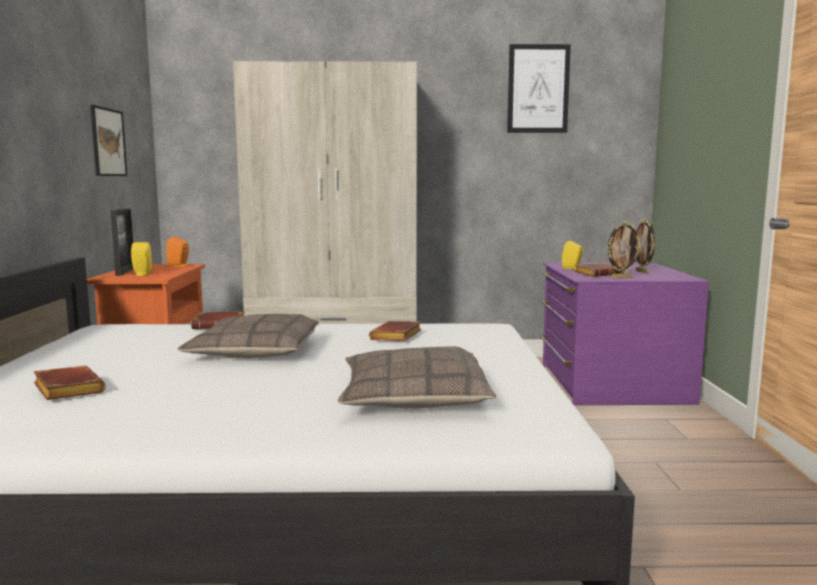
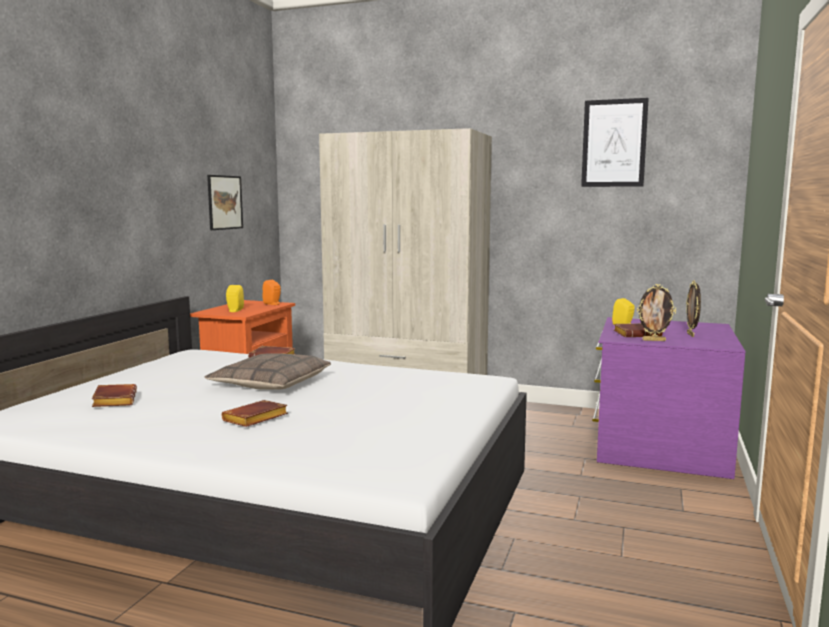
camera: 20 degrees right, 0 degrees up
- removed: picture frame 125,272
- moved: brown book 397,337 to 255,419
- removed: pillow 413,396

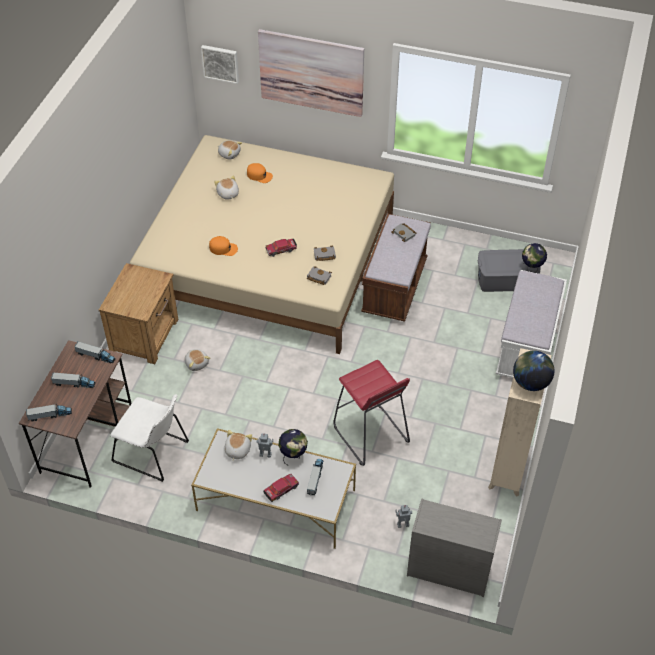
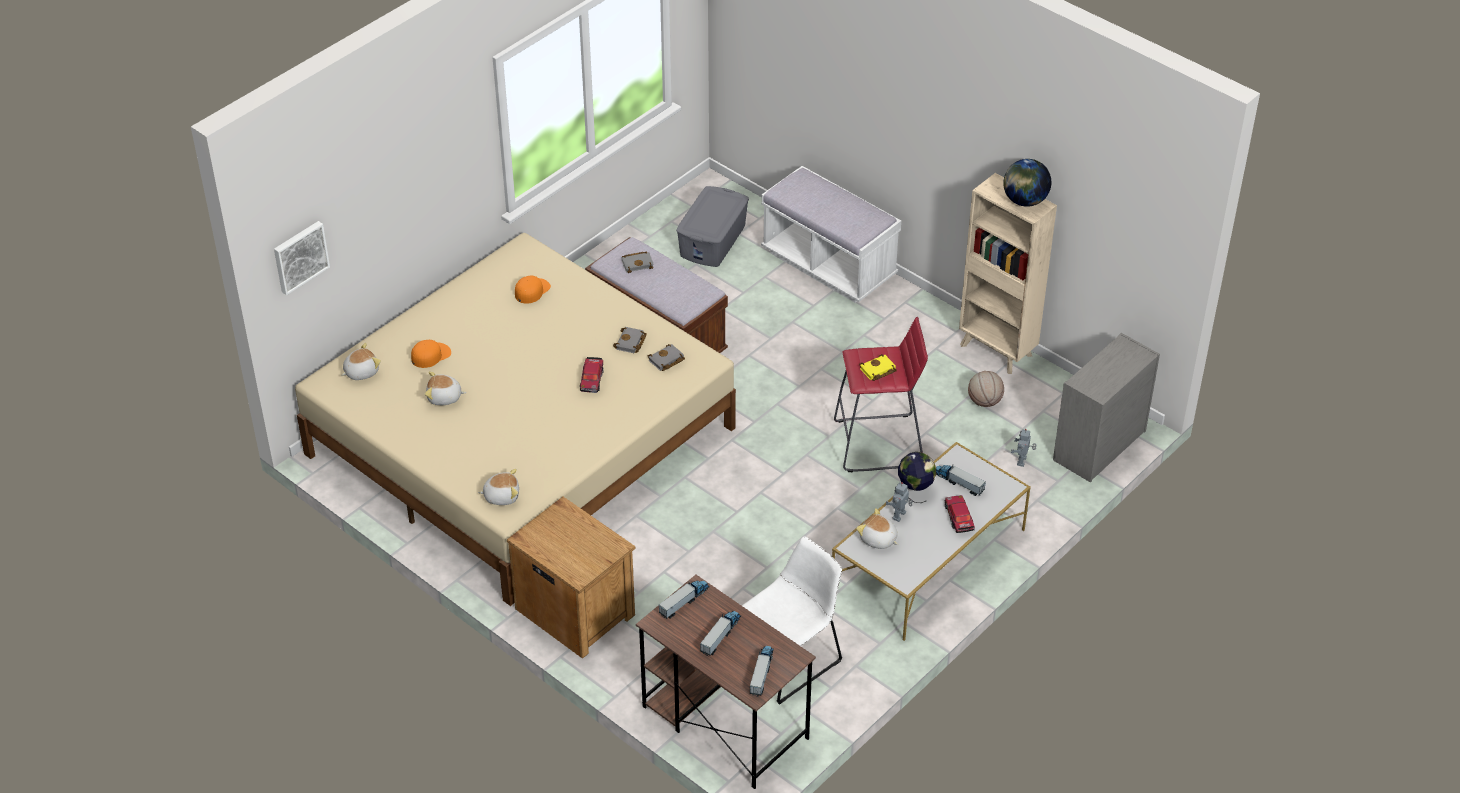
camera: 65 degrees left, 5 degrees down
- removed: picture 311,72
- moved: orange cap 223,248 to 532,291
- removed: globe 531,268
- moved: plush toy 197,363 to 501,495
- added: yellow book 877,371
- added: basketball 984,401

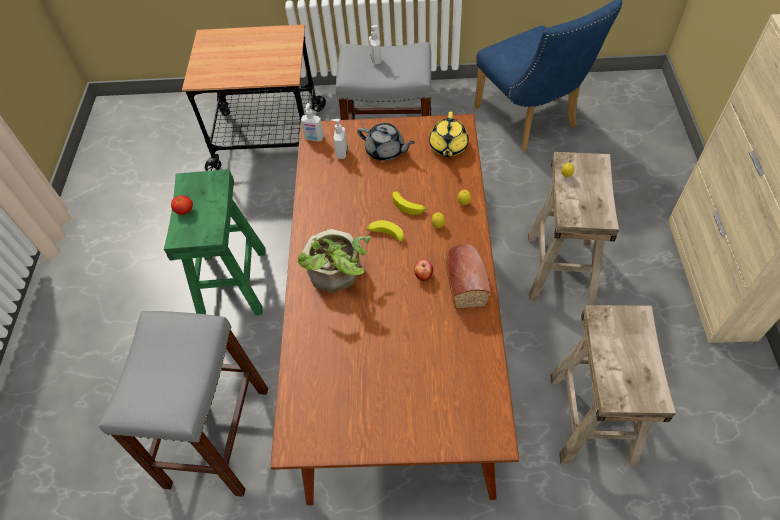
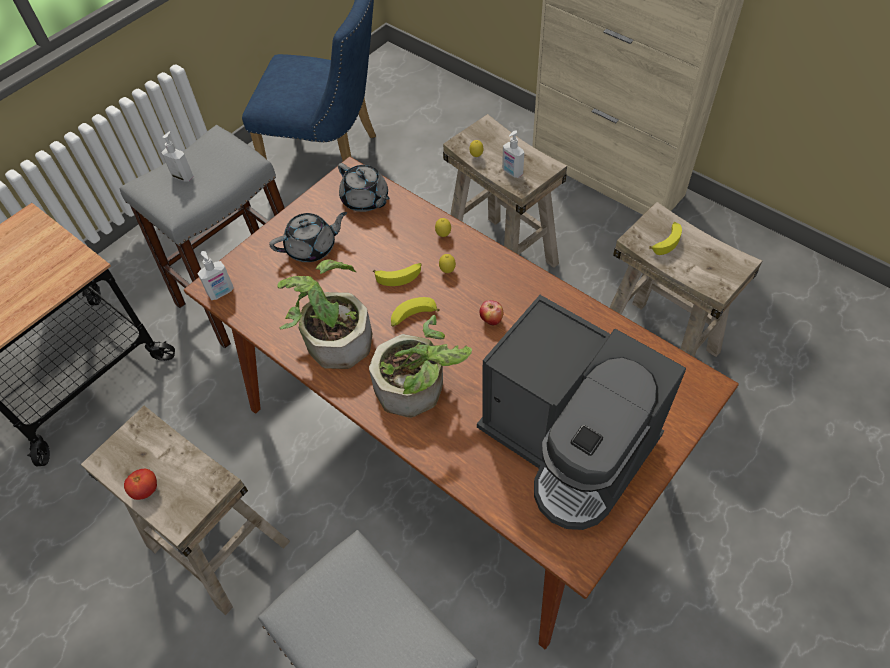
camera: 50 degrees left, 0 degrees up
- recoloured: yellow teapot 448,147 to grey teapot 365,200
- moved: soap dispenser 341,153 to 512,172
- recoloured: green stool 232,282 to beige stool 216,544
- removed: bread 464,280
- added: banana 666,241
- added: potted plant 333,336
- added: coffee machine 568,444

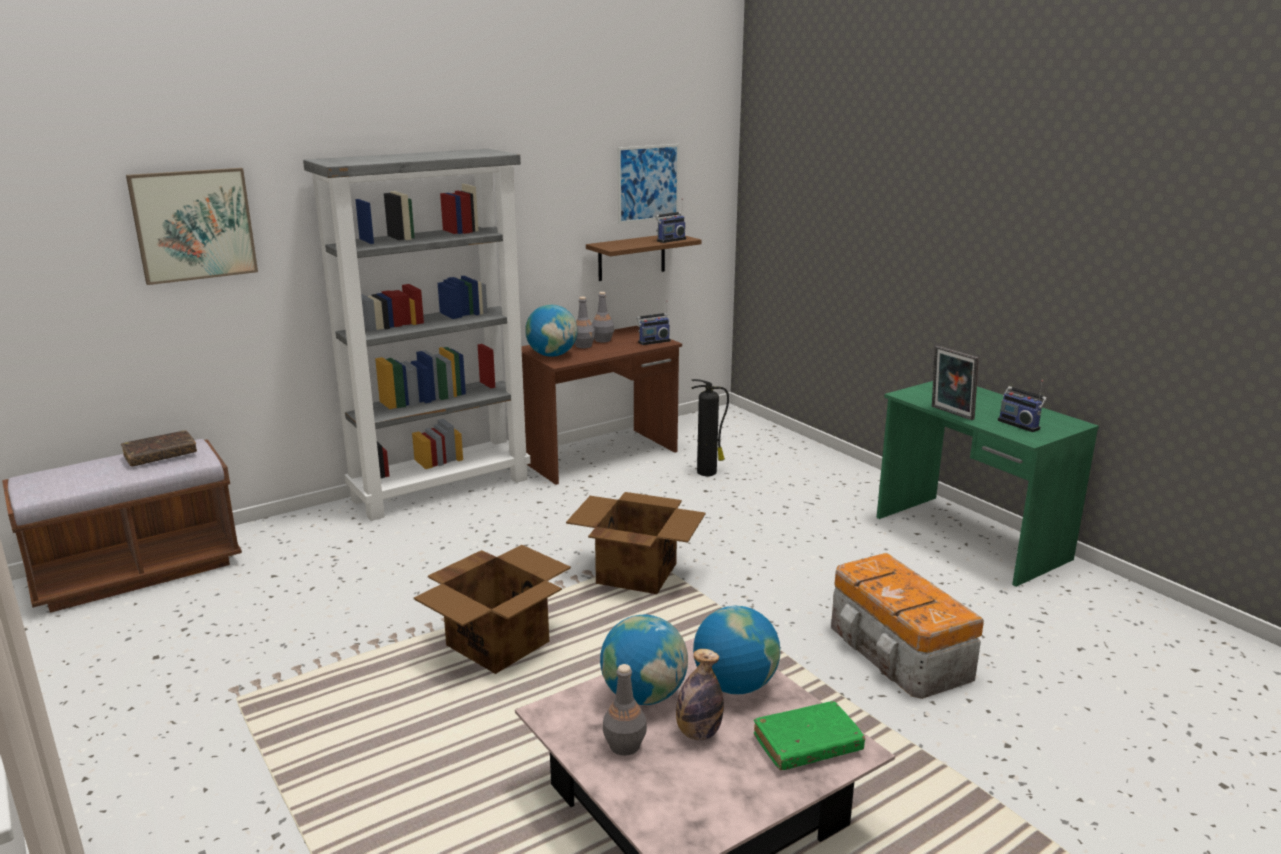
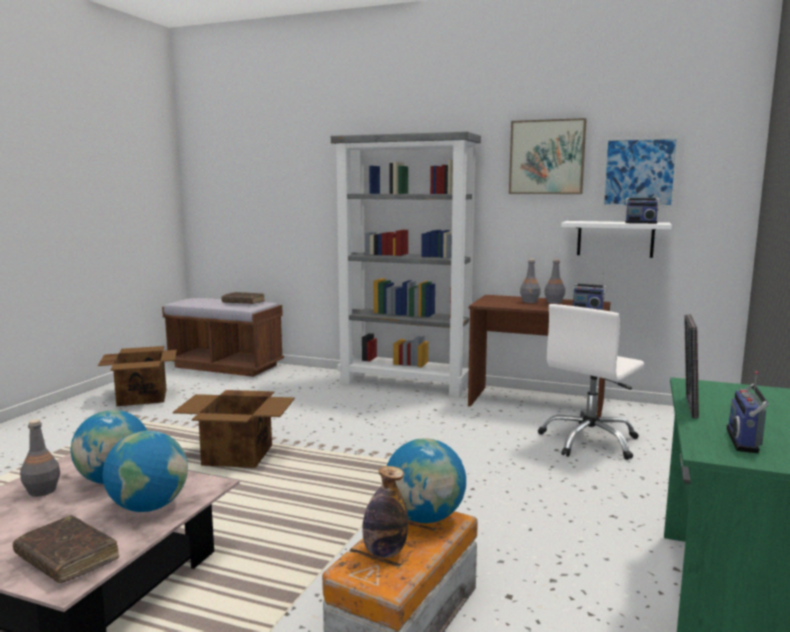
camera: 55 degrees right, 10 degrees down
- moved: picture 194,225 to 546,157
- recoloured: brown shelf 631,257 to white shelf 615,239
- moved: globe 552,355 to 425,517
- replaced: fire extinguisher 708,472 to white office chair 590,441
- moved: cardboard box 635,573 to 142,397
- moved: bottle 698,733 to 384,552
- recoloured: green book 807,745 to brown book 67,558

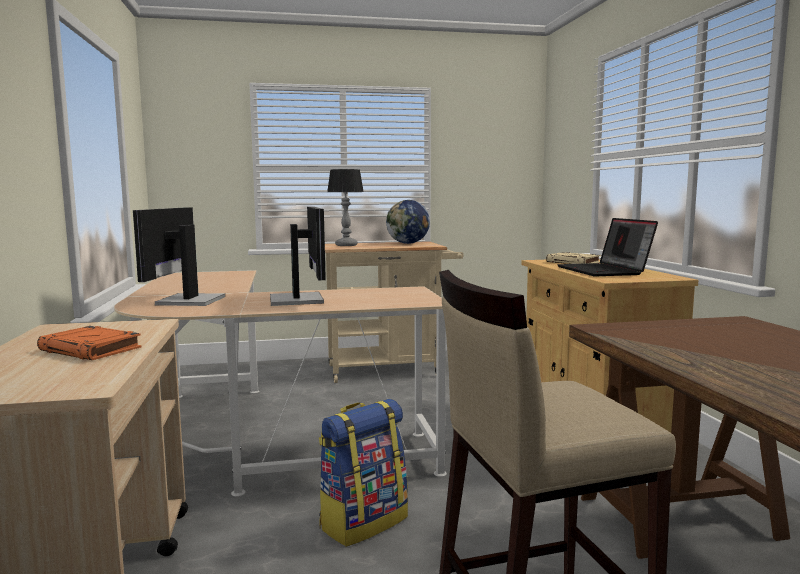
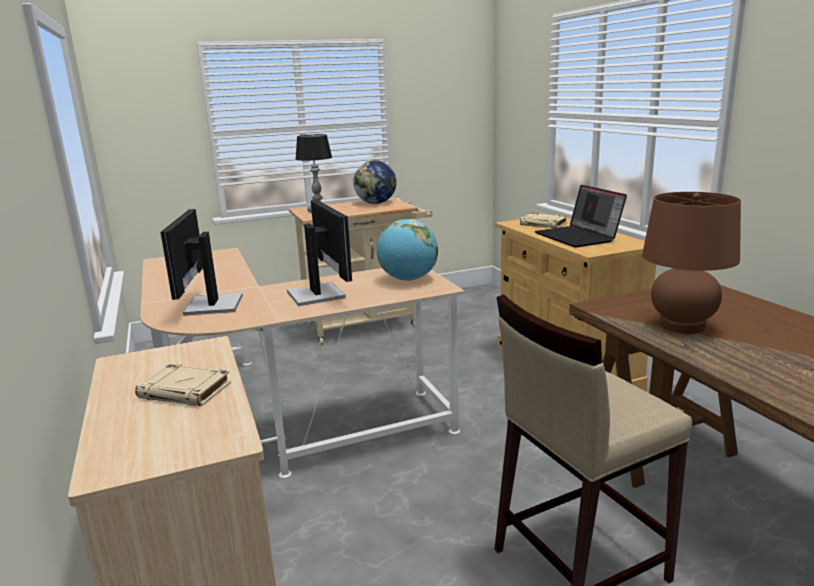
camera: 10 degrees left, 10 degrees up
- recoloured: orange book 91,349 to beige book 186,391
- removed: backpack 363,522
- added: brown table lamp 682,325
- added: globe 408,279

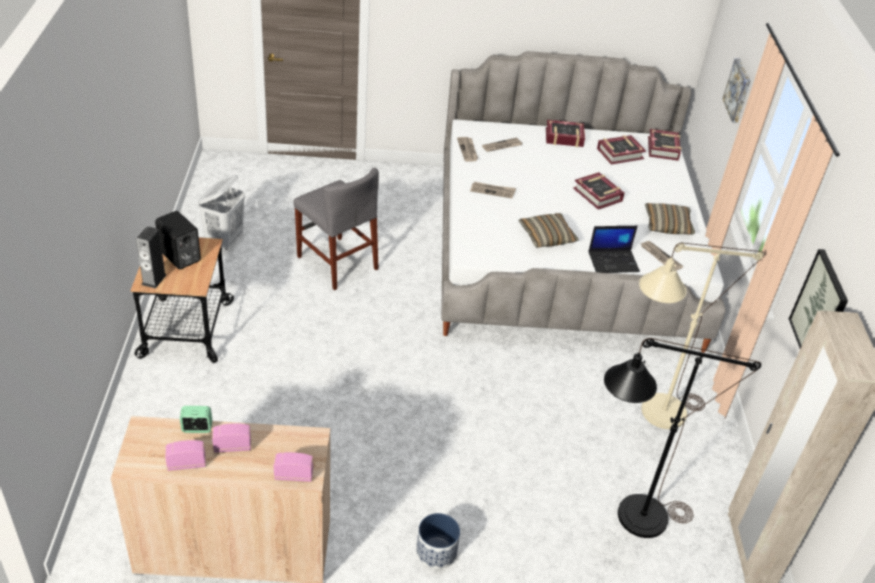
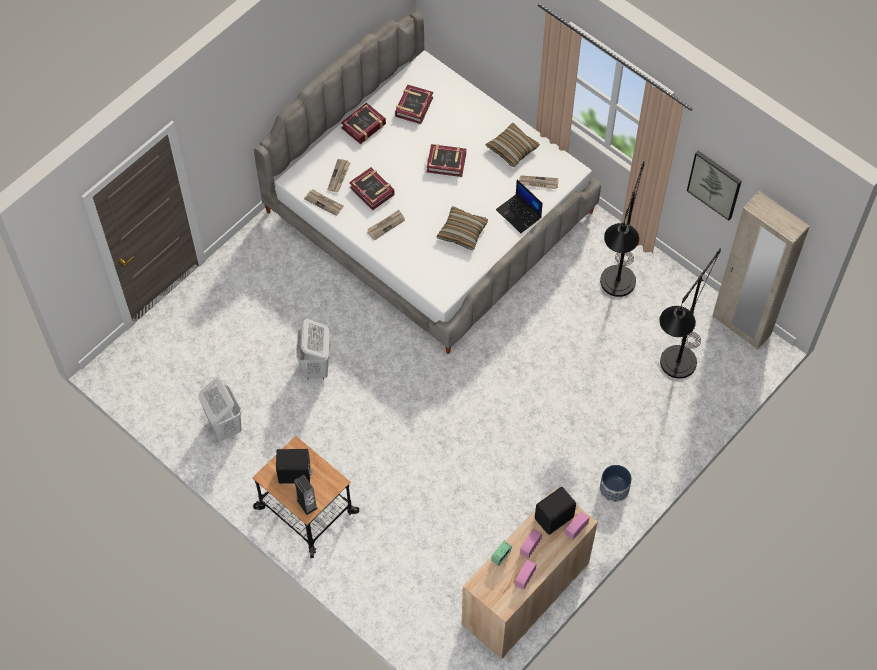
camera: 45 degrees left, 20 degrees up
- removed: picture 738,90
- moved: book 663,149 to 372,191
- replaced: grey chair 337,263 to white laundry basket 316,367
- turned: laptop 613,261 = 519,214 105 degrees clockwise
- recoloured: beige floor lamp 652,415 to black floor lamp 615,290
- added: black speaker 555,518

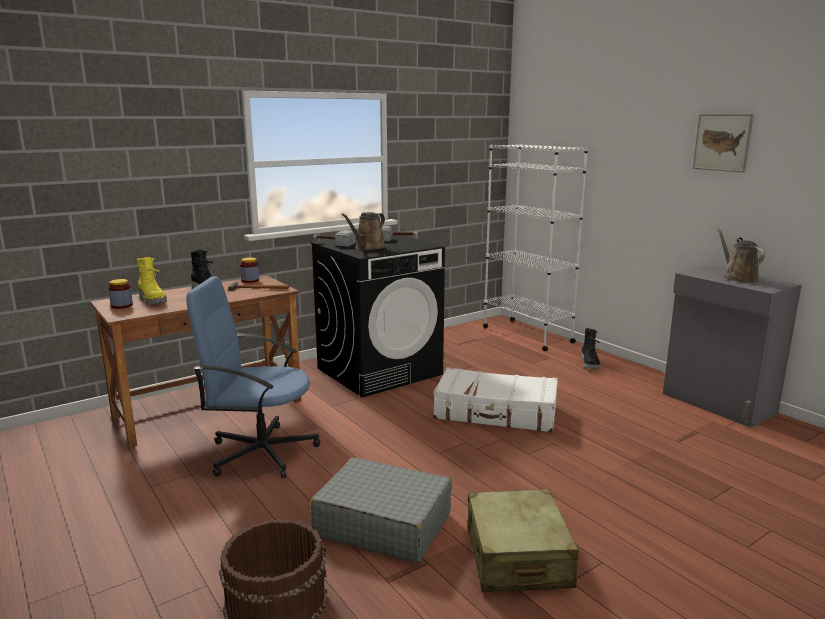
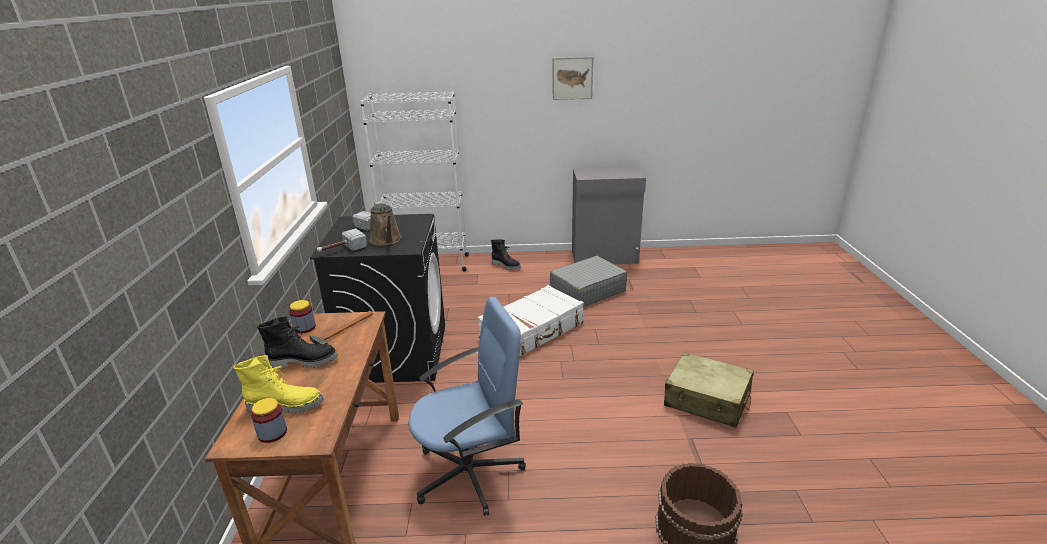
camera: 55 degrees left, 10 degrees up
- removed: brown watering can 738,277
- turned: blue office chair 261,452 = 470,473 150 degrees counterclockwise
- moved: grey suitcase 383,524 to 587,291

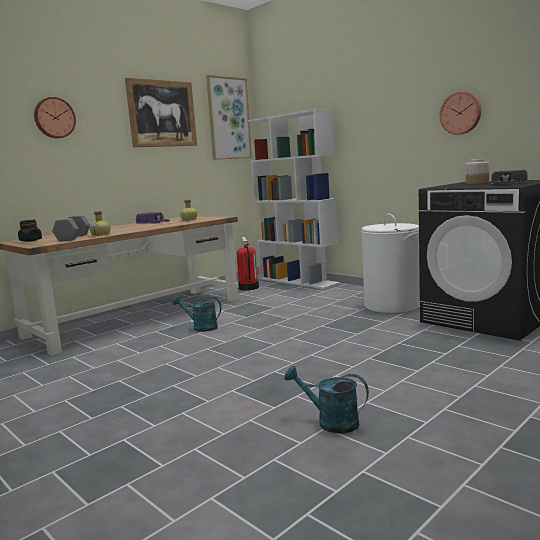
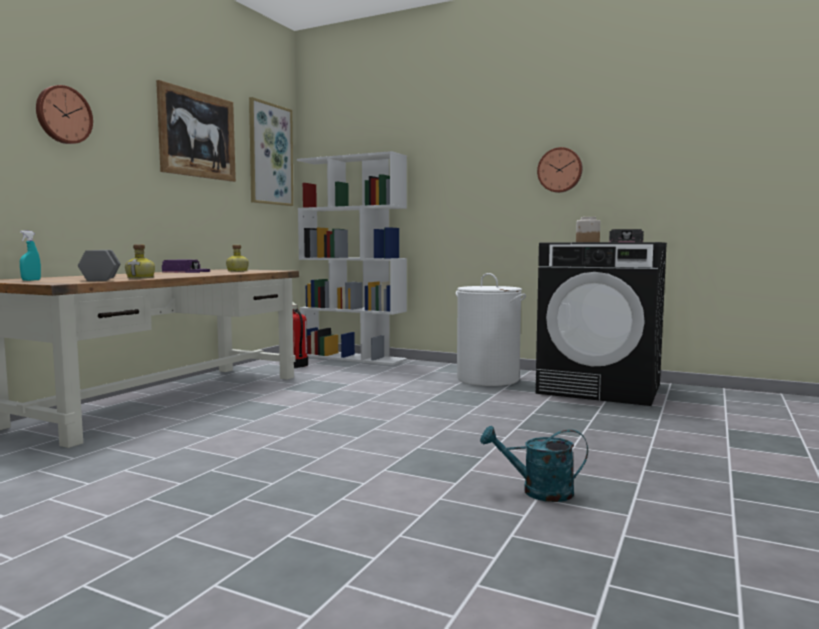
camera: 20 degrees left, 5 degrees down
- replaced: black jar 31,240 to turquoise spray bottle 31,280
- removed: turquoise watering can 201,327

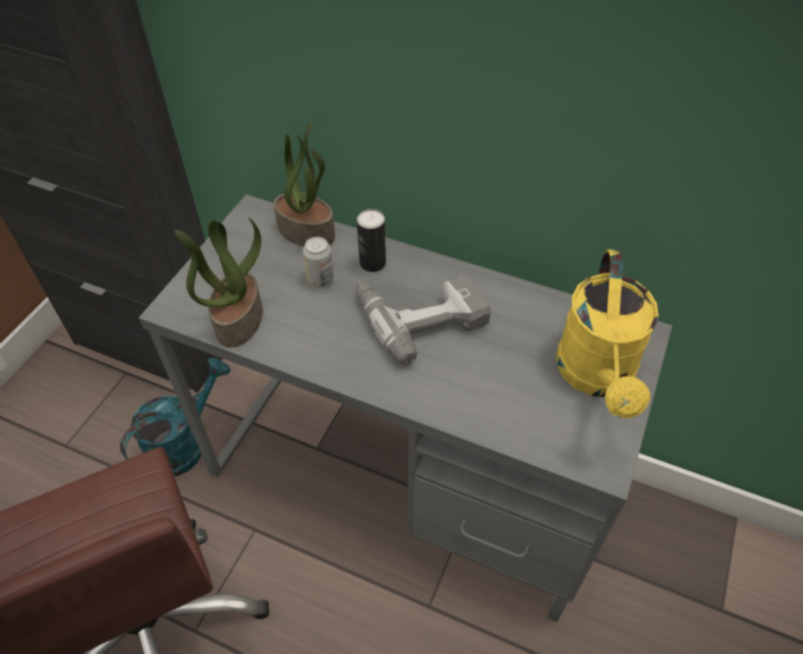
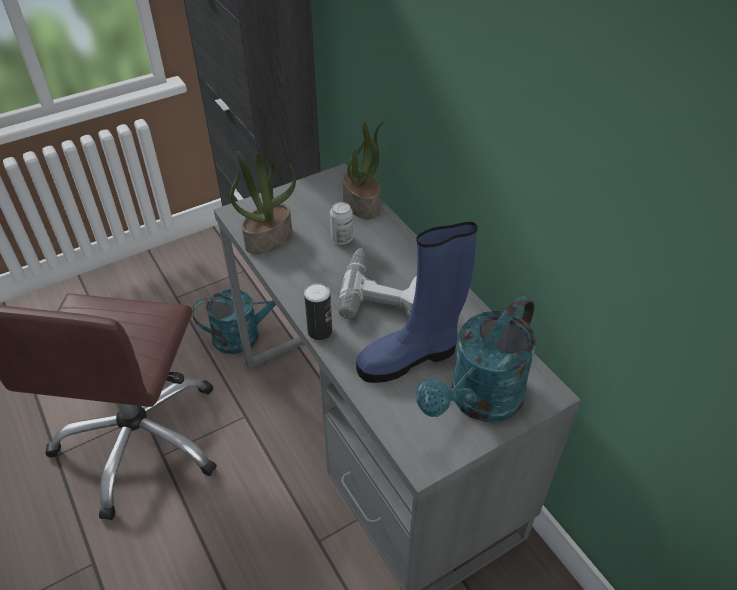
camera: 35 degrees right, 5 degrees down
- moved: can 372,263 to 320,331
- recoloured: yellow watering can 597,377 to turquoise watering can 479,401
- added: blue boot 410,358

